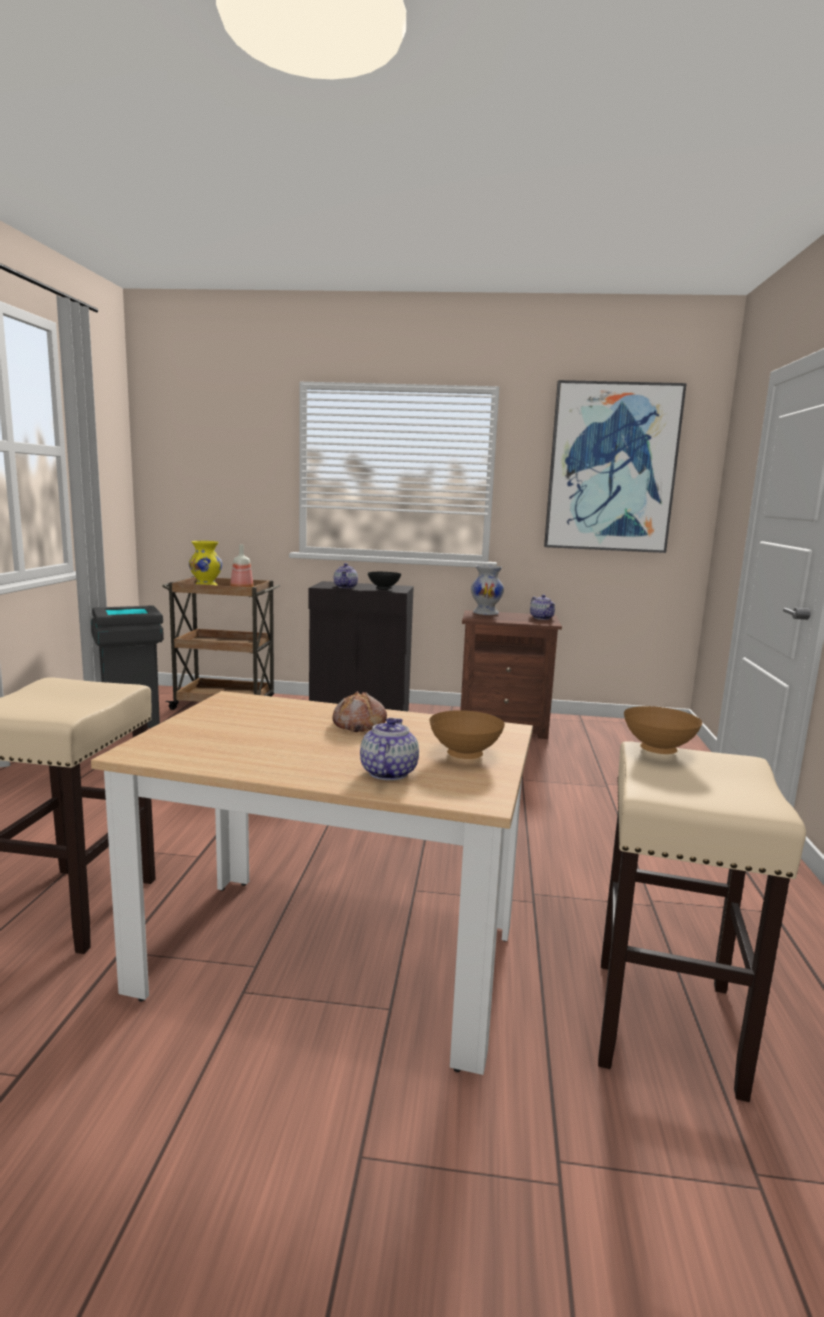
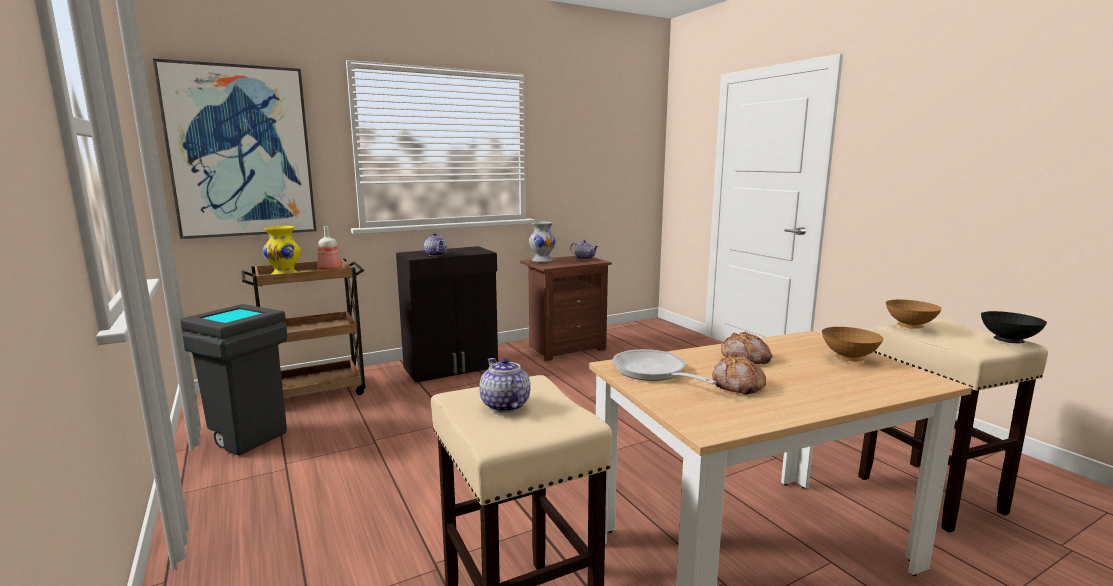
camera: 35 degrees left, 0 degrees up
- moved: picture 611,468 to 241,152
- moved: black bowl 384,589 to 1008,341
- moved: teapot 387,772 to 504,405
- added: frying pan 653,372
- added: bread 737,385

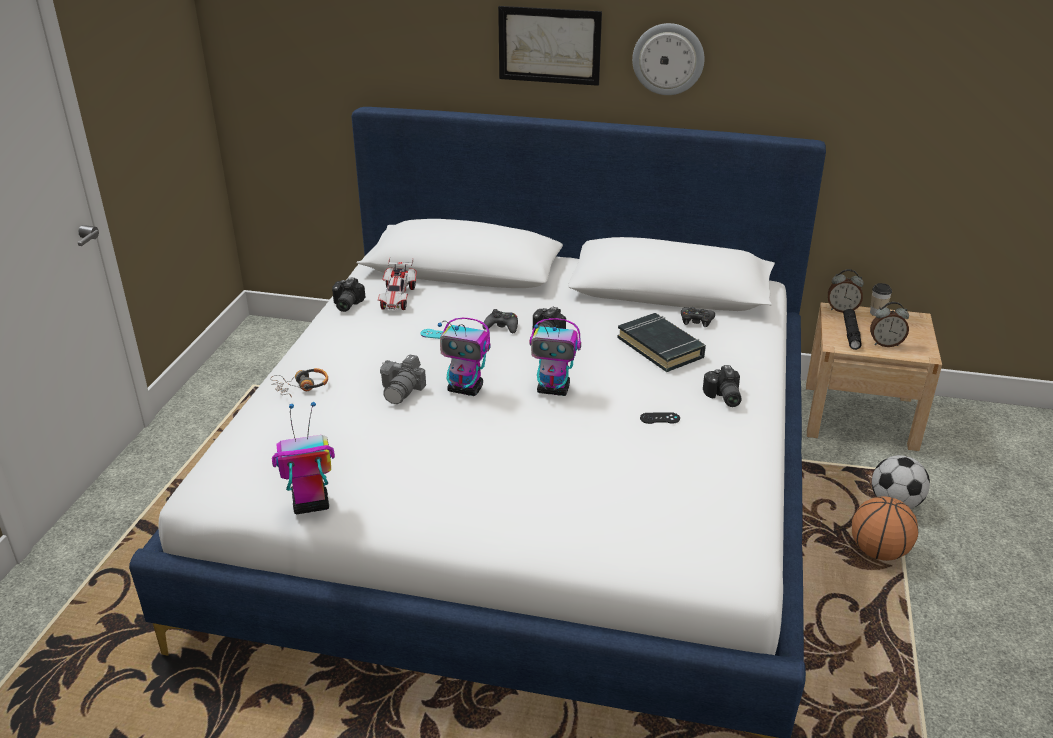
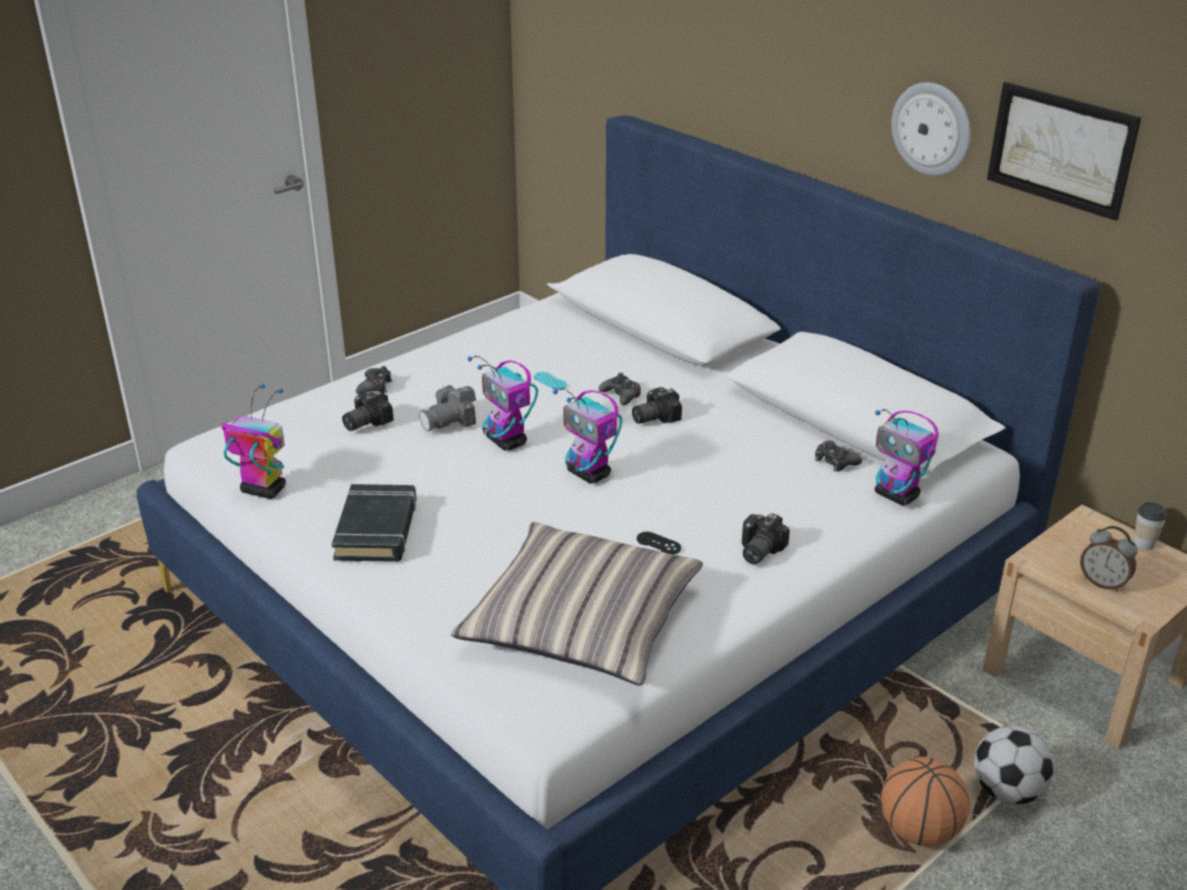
camera: 35 degrees right, 0 degrees up
- moved: picture 549,45 to 1061,149
- removed: toy car 398,298
- removed: alarm clock 842,310
- moved: photo camera 345,304 to 364,422
- removed: black flashlight 851,333
- moved: black book 661,347 to 377,530
- replaced: headphones 301,387 to black game controller 375,387
- added: toy robot 897,496
- added: pillow 581,621

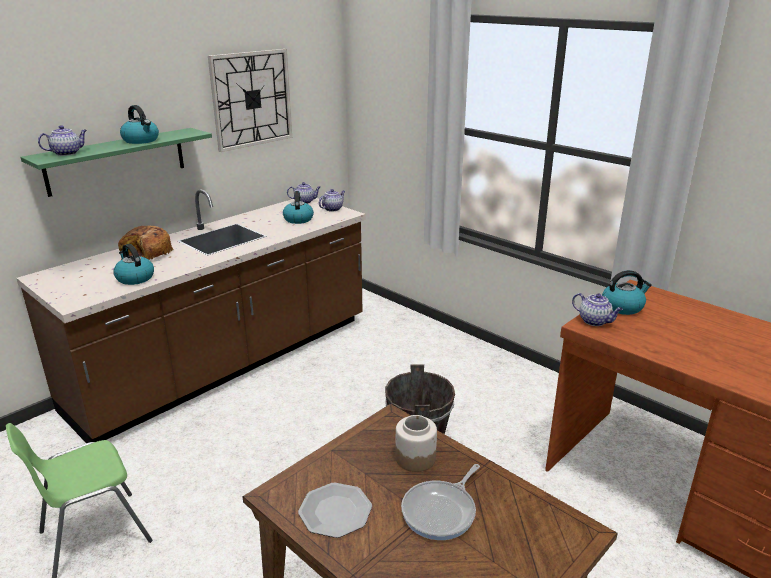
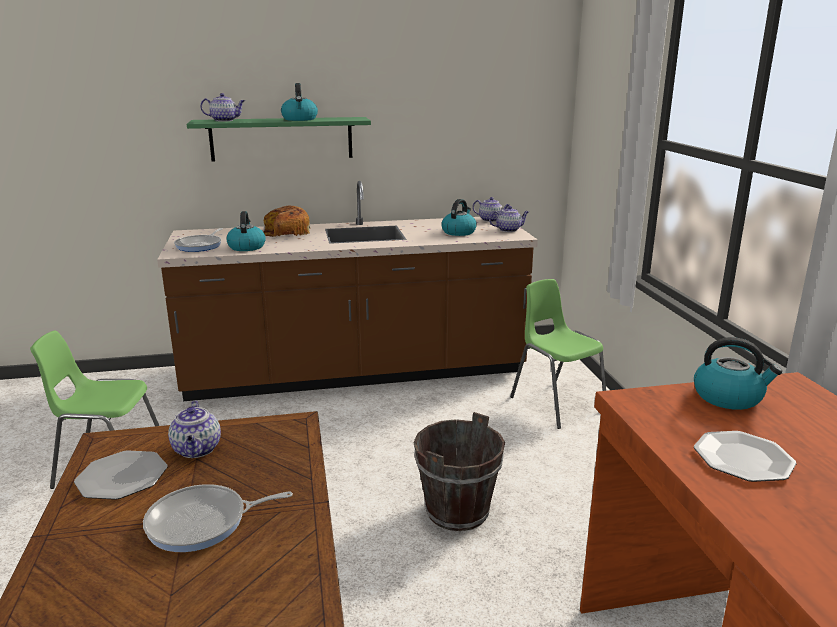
camera: 35 degrees right, 5 degrees down
- removed: wall clock 251,99
- moved: teapot 595,321 to 197,450
- removed: jar 415,458
- added: frying pan 200,245
- added: green chair 556,404
- added: plate 743,458

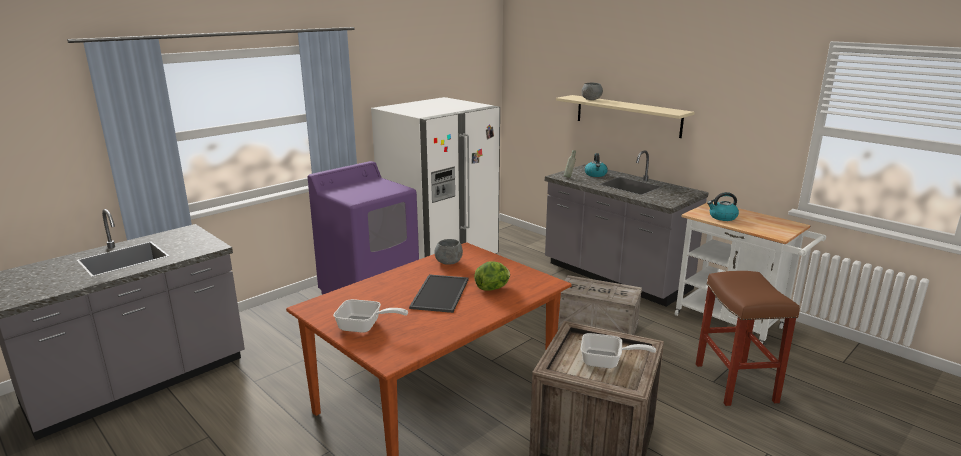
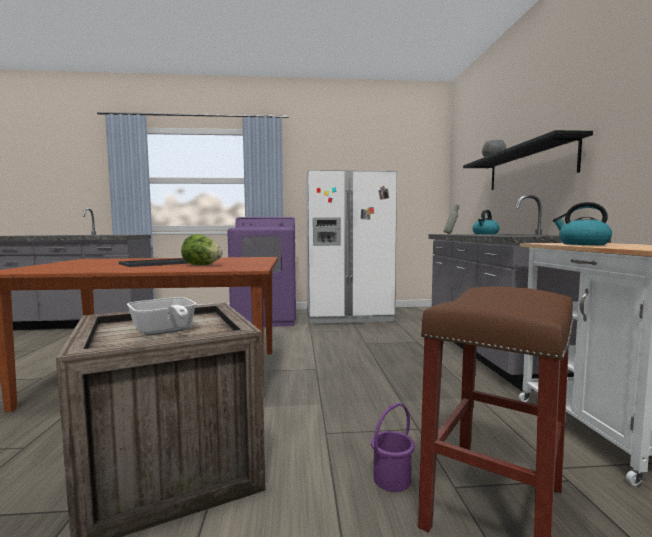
camera: 40 degrees right, 15 degrees down
- recoloured: beige shelf 627,115 to black shelf 529,167
- removed: grey bowl 448,262
- removed: crate 598,325
- removed: frying pan 364,327
- added: purple bucket 392,479

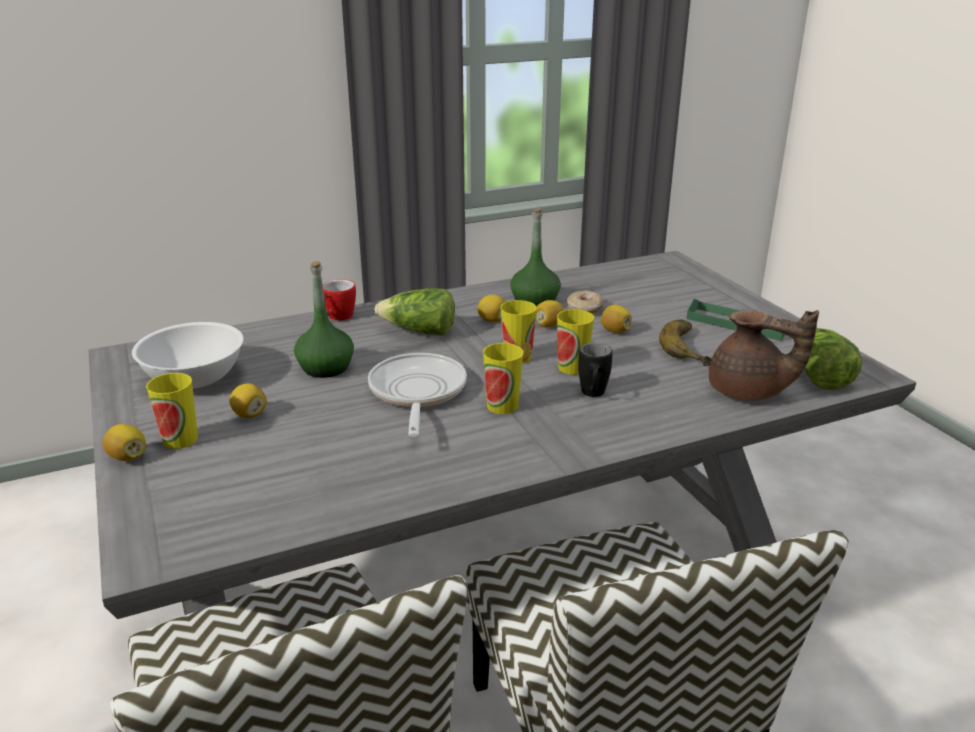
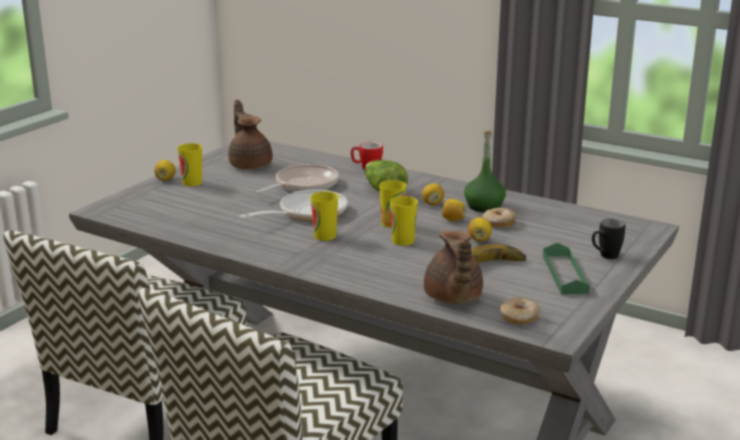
camera: 55 degrees right, 5 degrees down
- replaced: green bottle 325,368 to frying pan 303,185
- replaced: white bowl 194,378 to brown teapot 250,164
- replaced: lettuce 819,376 to donut 519,317
- moved: black mug 593,395 to 604,256
- removed: lemon 249,414

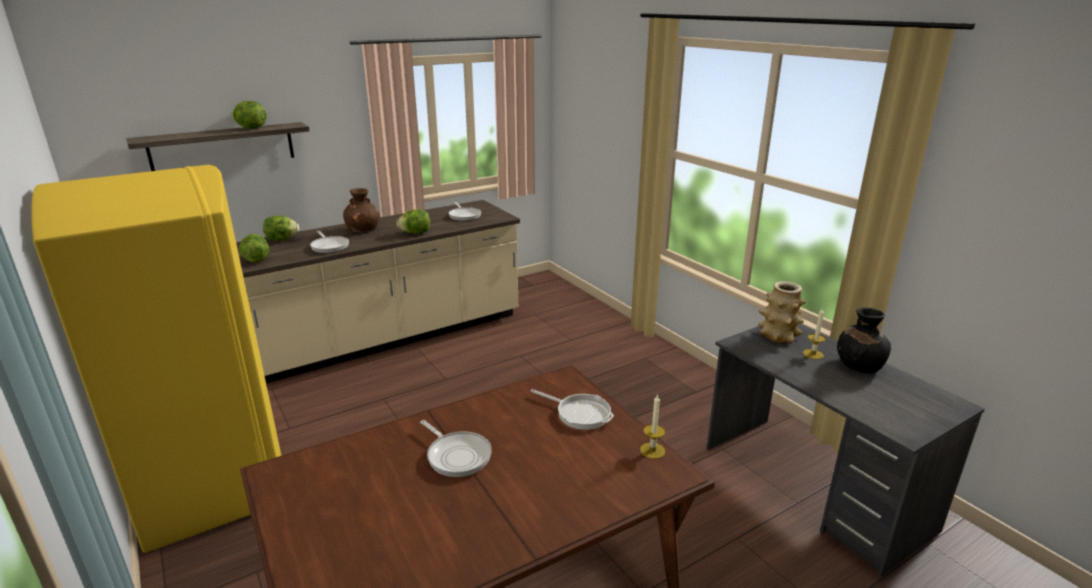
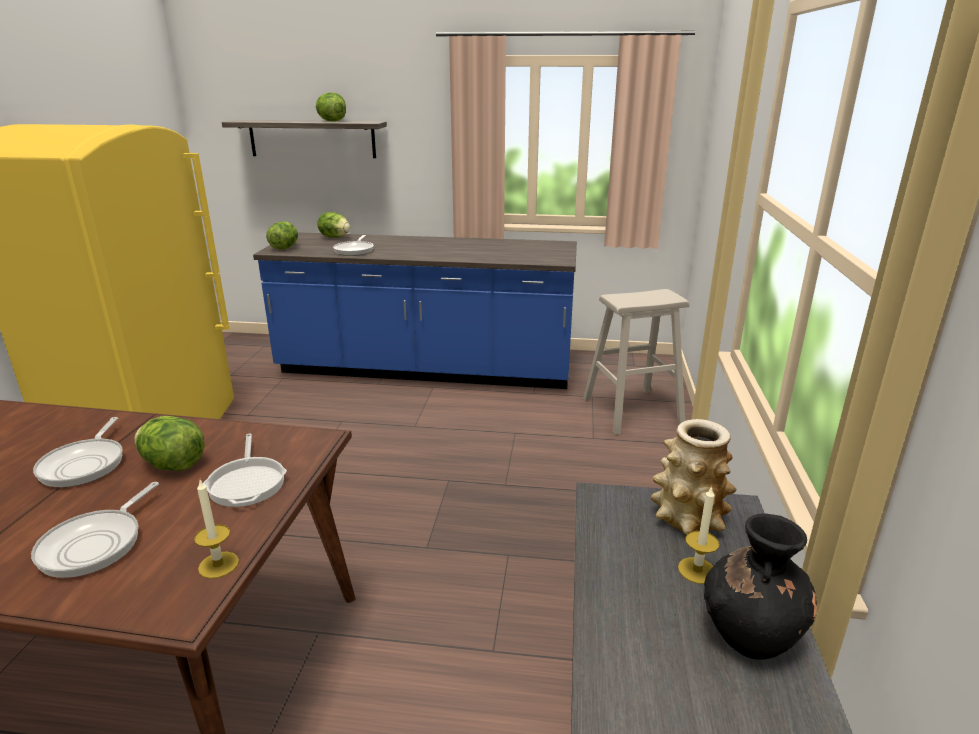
camera: 40 degrees right, 0 degrees up
- removed: brown vase 363,230
- recoloured: beige counter 391,337 to blue counter 426,370
- moved: frying pan 464,215 to 96,544
- moved: lettuce 415,233 to 173,465
- added: beige stool 632,411

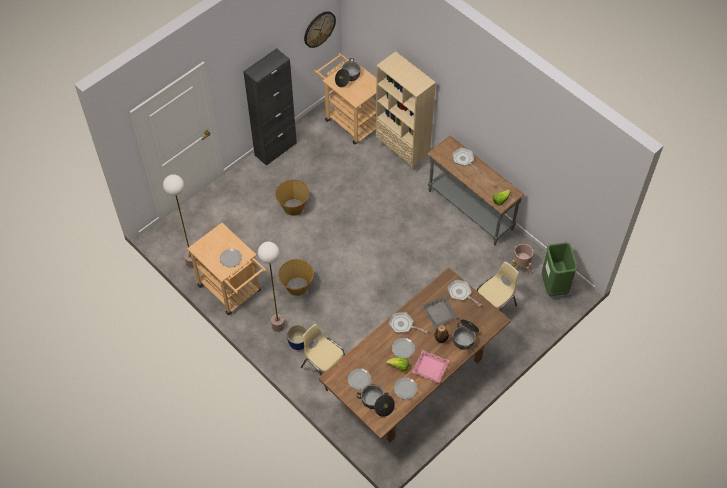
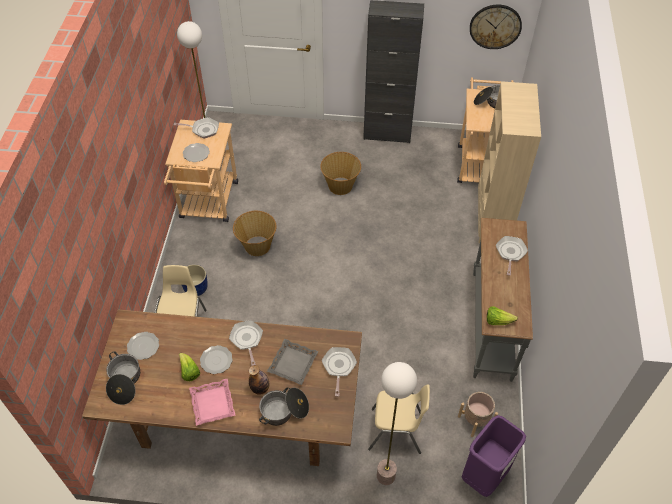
camera: 50 degrees right, 5 degrees down
- moved: floor lamp 278,326 to 386,476
- recoloured: green trash can 554,286 to purple trash can 484,476
- removed: plate 406,389
- added: frying pan 203,130

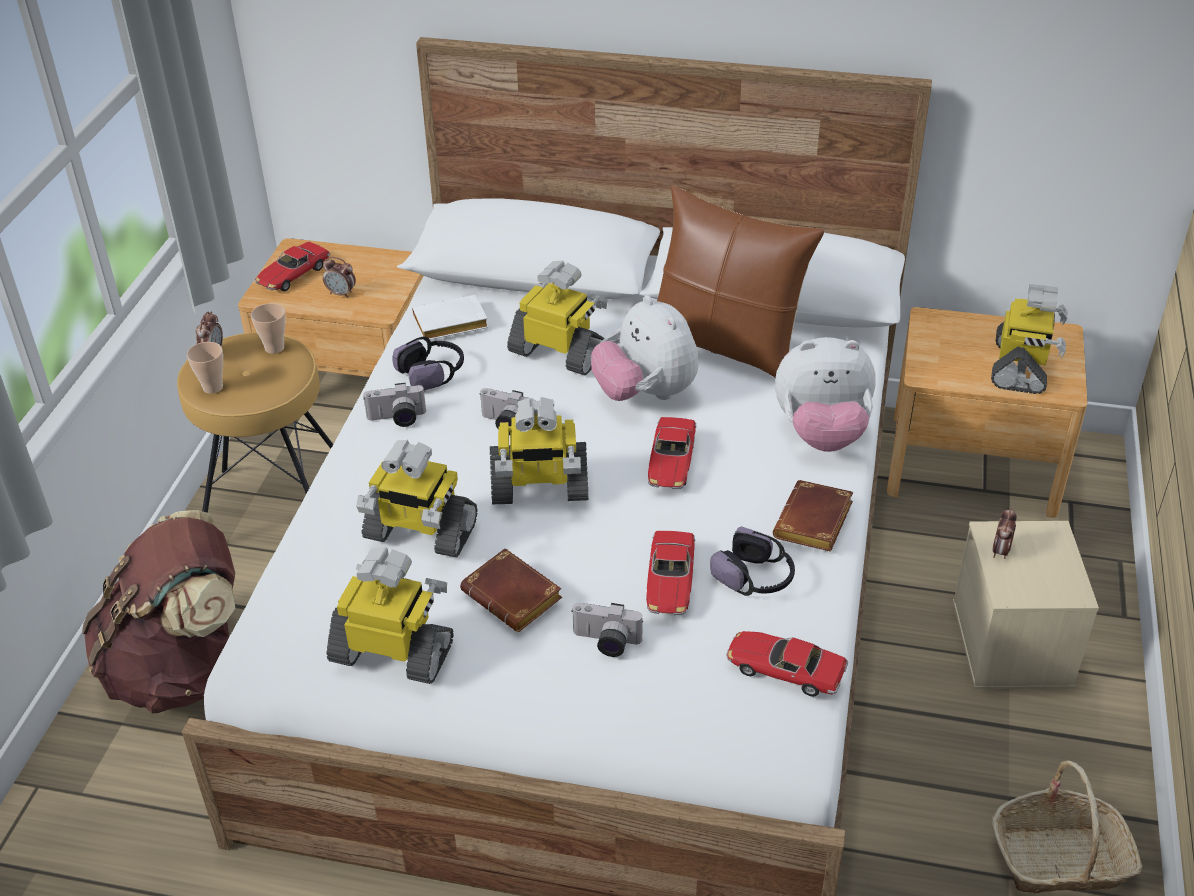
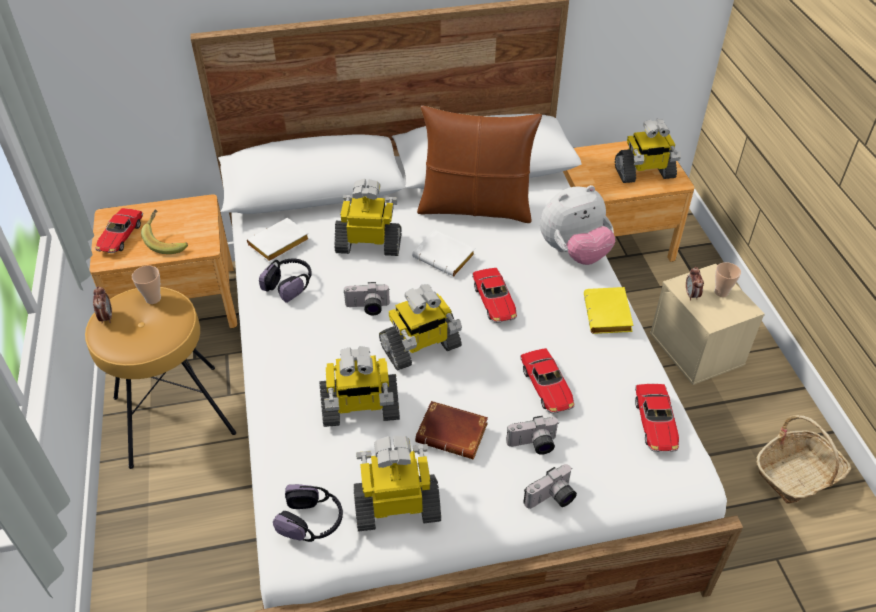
camera: 25 degrees left, 5 degrees up
- replaced: alarm clock 341,293 to banana 167,241
- turned: toy robot 1021,367 = 644,173 90 degrees clockwise
- replaced: plush toy 645,394 to white book 446,257
- moved: cup 213,387 to 721,292
- moved: photo camera 397,419 to 552,499
- recoloured: brown book 814,524 to yellow book 609,316
- removed: brown backpack 181,668
- moved: headphones 755,578 to 312,521
- turned: toy car 784,670 = 655,423 90 degrees counterclockwise

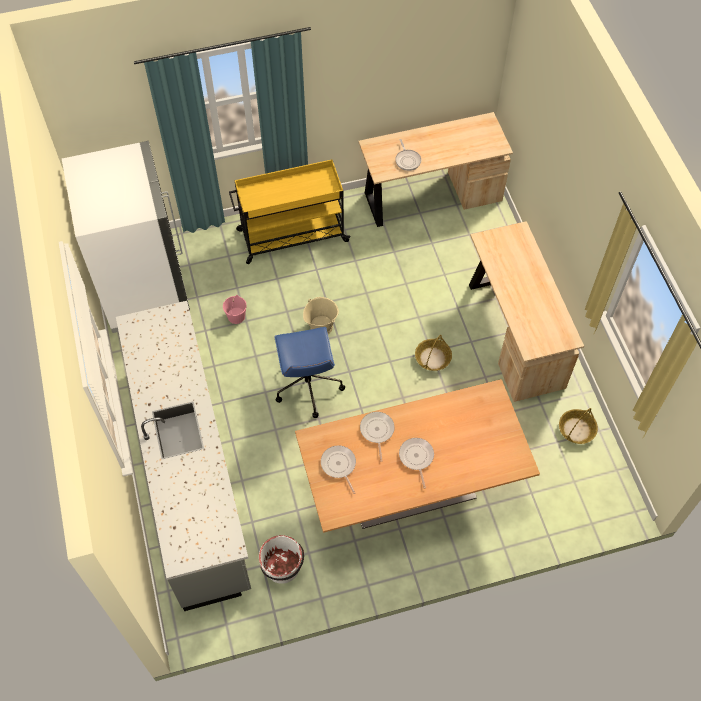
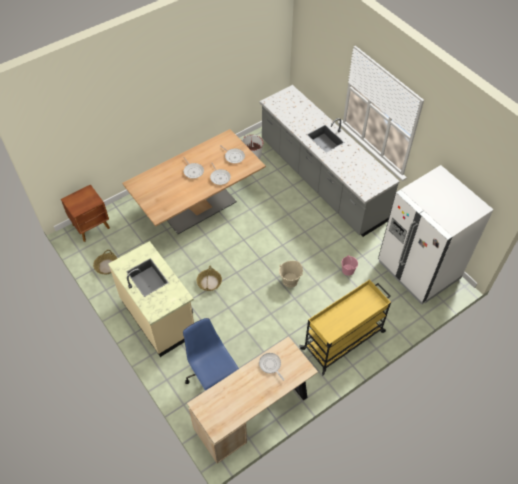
camera: 160 degrees right, 5 degrees down
- replaced: beige desk 514,332 to beige counter 159,317
- moved: blue office chair 308,385 to 212,376
- added: brown nightstand 92,227

